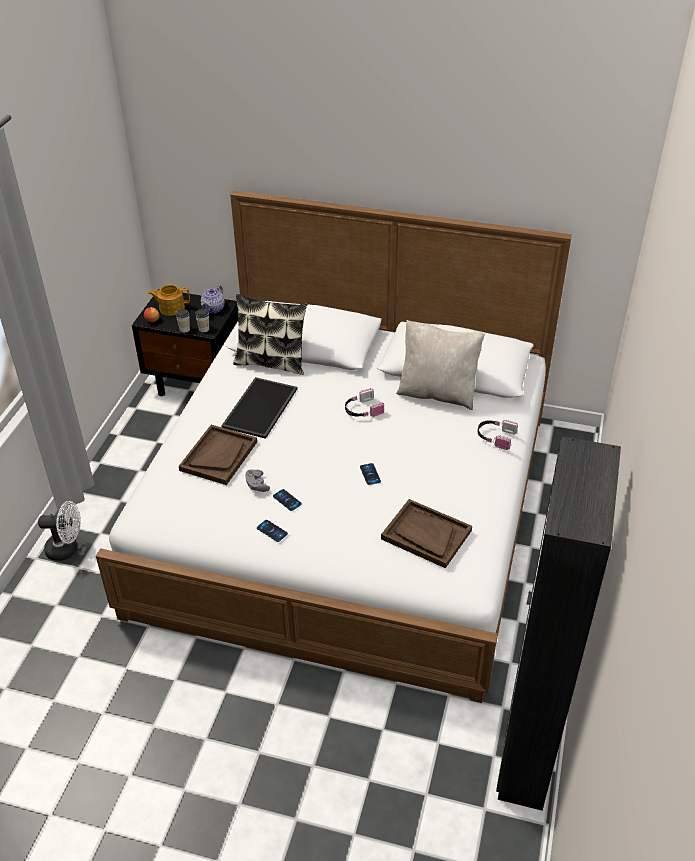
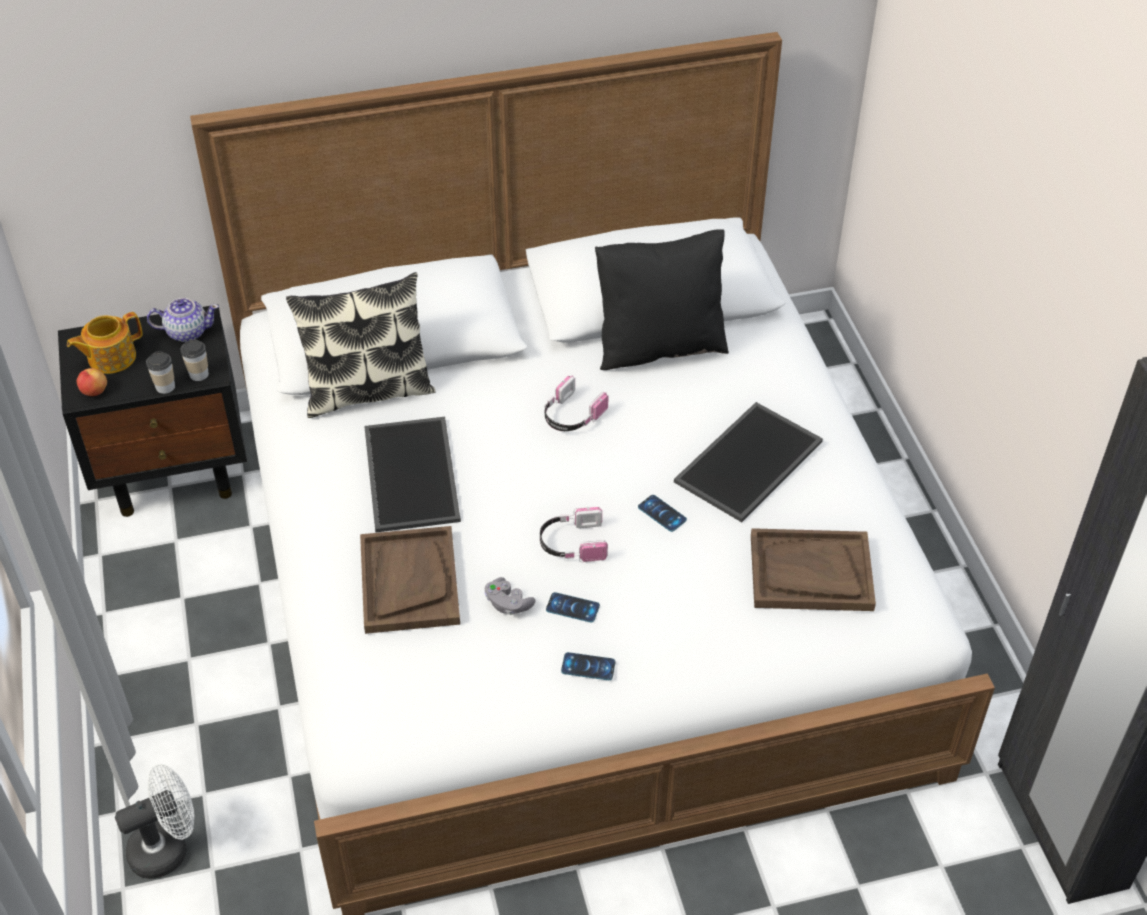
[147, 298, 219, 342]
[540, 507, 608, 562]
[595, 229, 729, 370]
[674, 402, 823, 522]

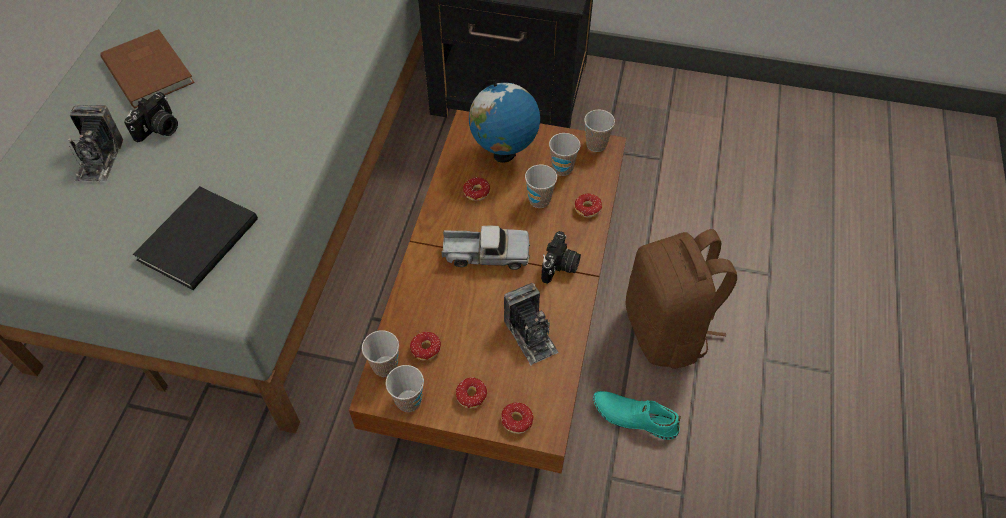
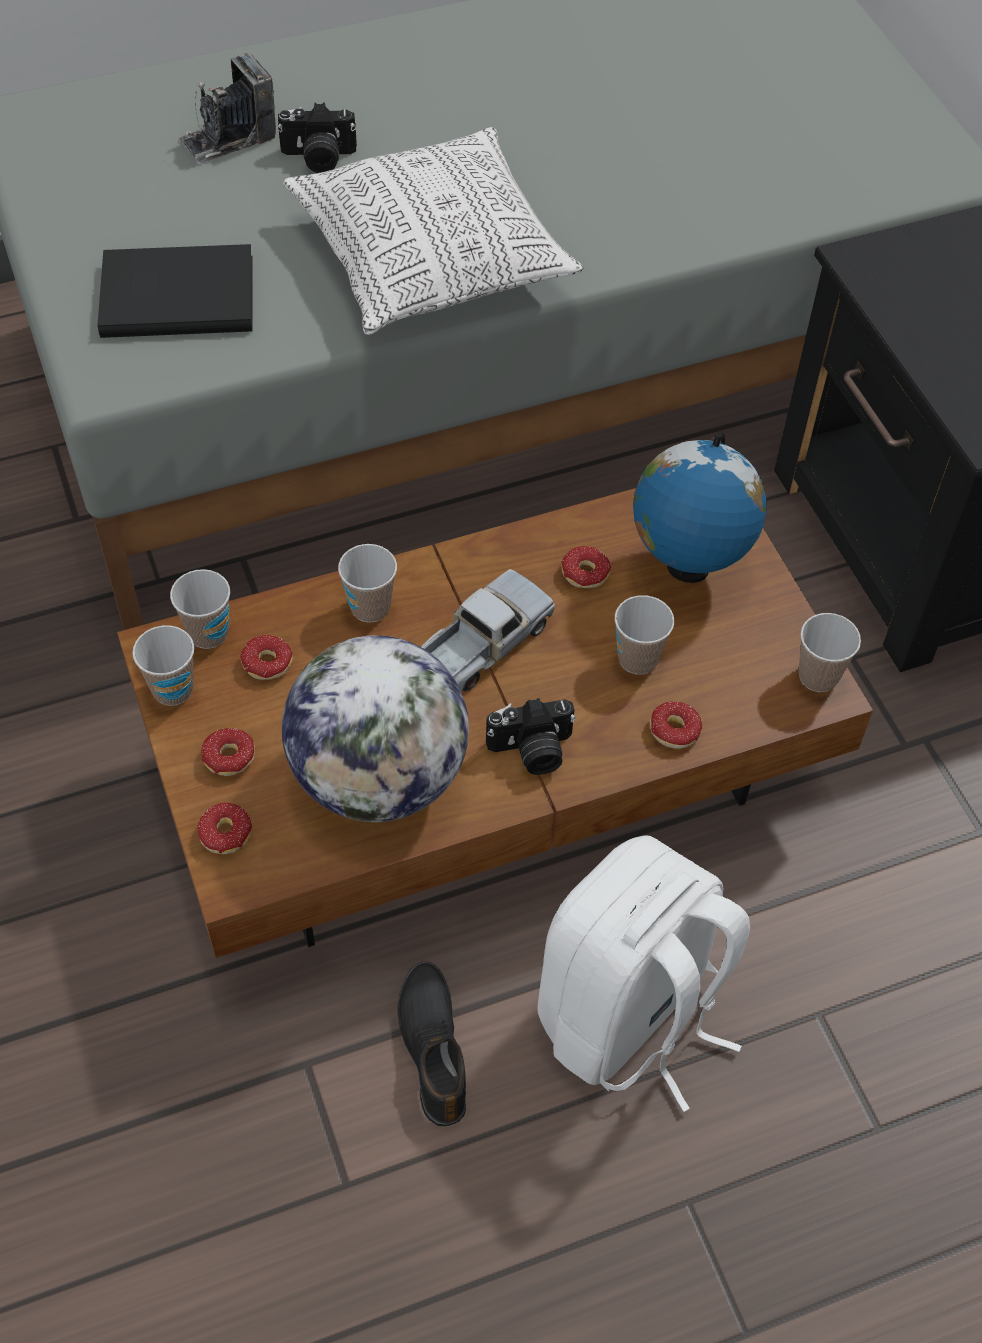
[282, 635, 469, 822]
[283, 127, 583, 335]
[338, 544, 397, 623]
[398, 962, 466, 1126]
[421, 569, 555, 692]
[537, 835, 750, 1112]
[100, 29, 195, 108] (first image)

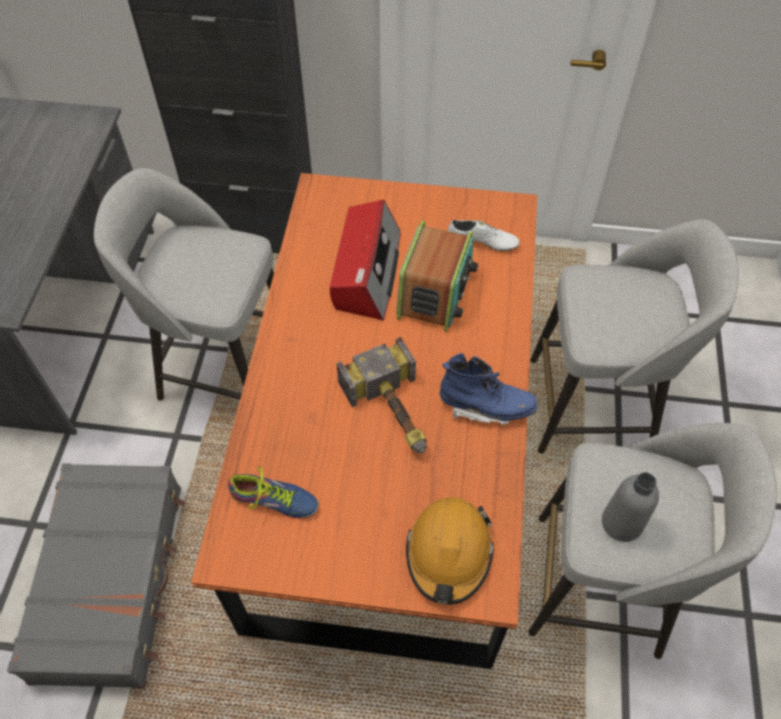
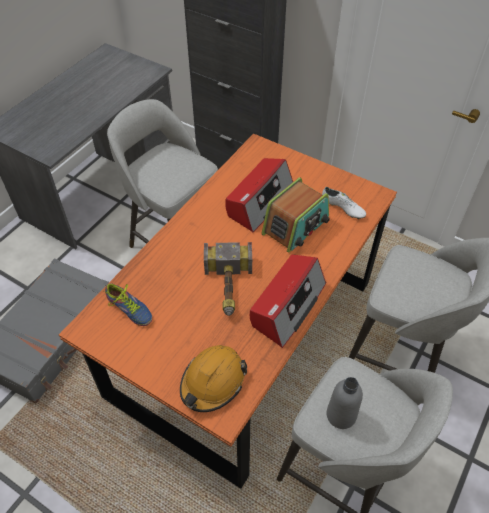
[250, 254, 326, 348]

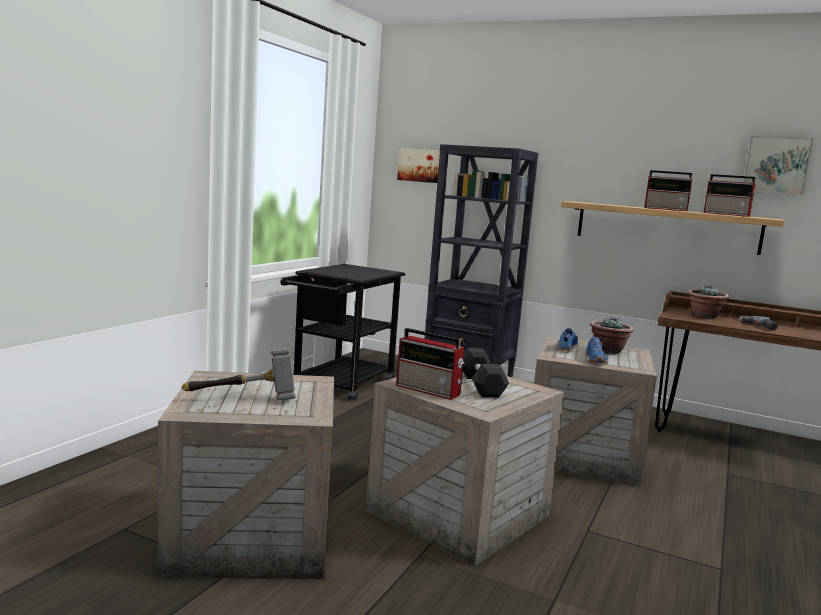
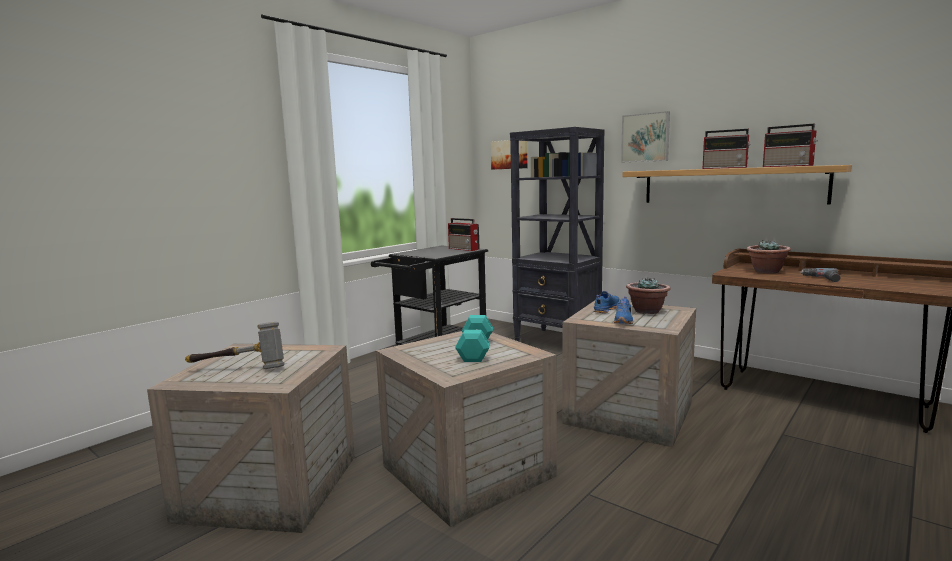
[448, 218, 480, 251]
[455, 315, 493, 362]
[621, 111, 670, 162]

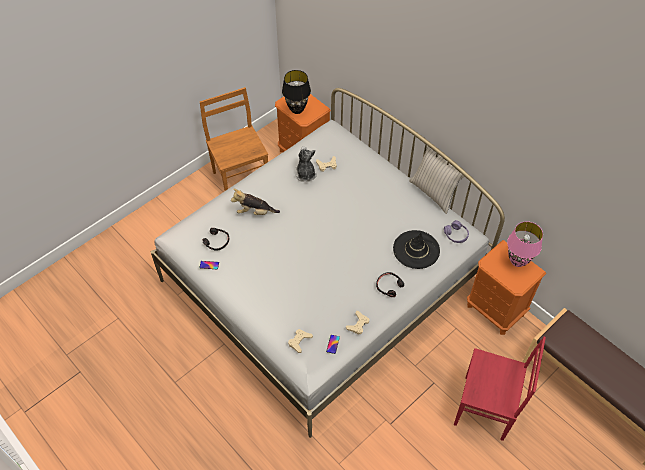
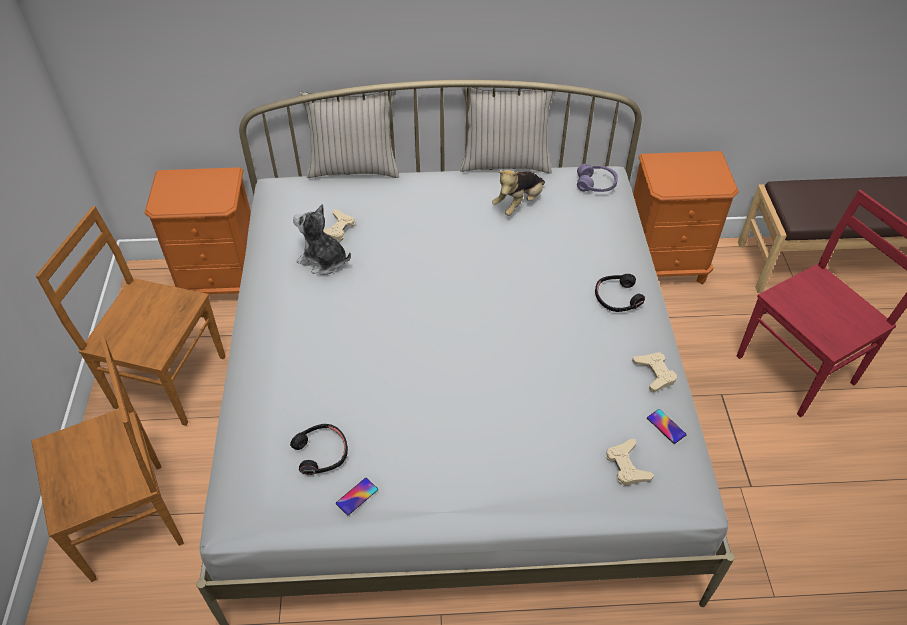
[31, 335, 184, 582]
[300, 90, 399, 178]
[492, 170, 545, 216]
[282, 70, 311, 114] (first image)
[393, 230, 440, 269] (first image)
[507, 221, 543, 267] (first image)

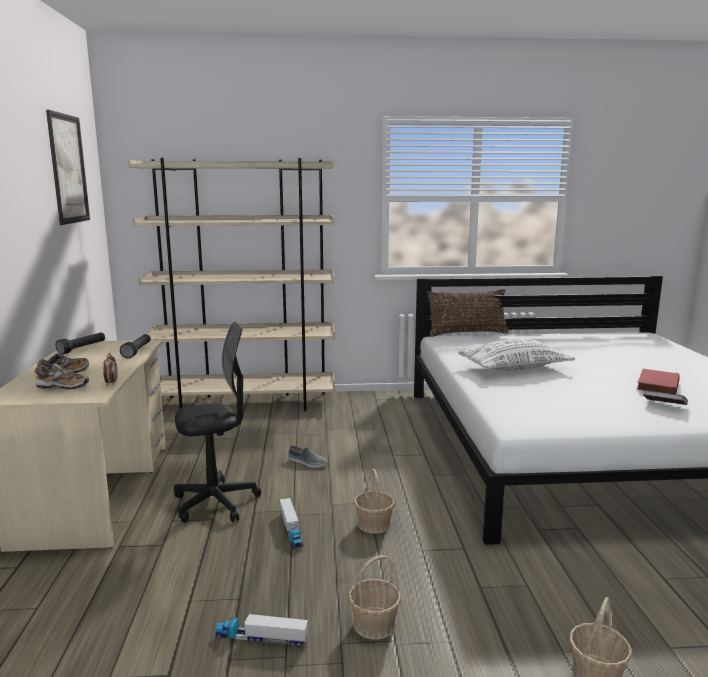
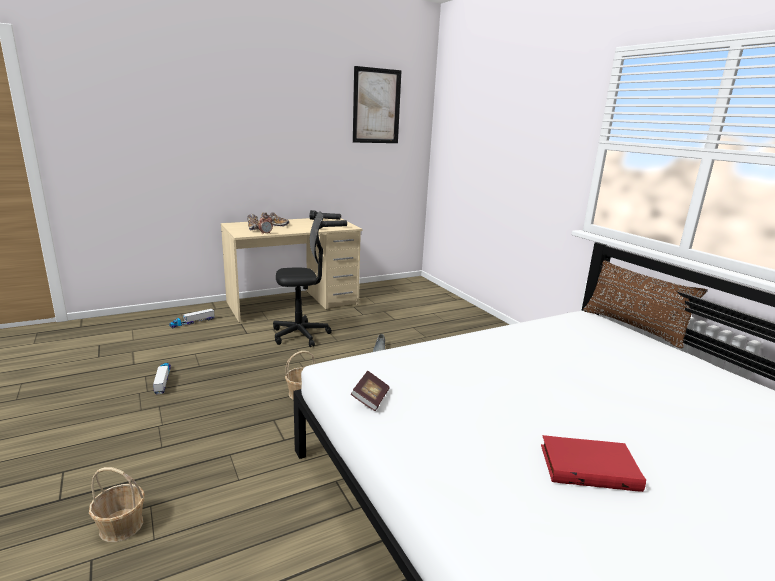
[169, 309, 215, 328]
[273, 211, 332, 347]
[351, 371, 390, 411]
[128, 158, 335, 411] (first image)
[349, 555, 401, 640] (first image)
[458, 339, 575, 371] (first image)

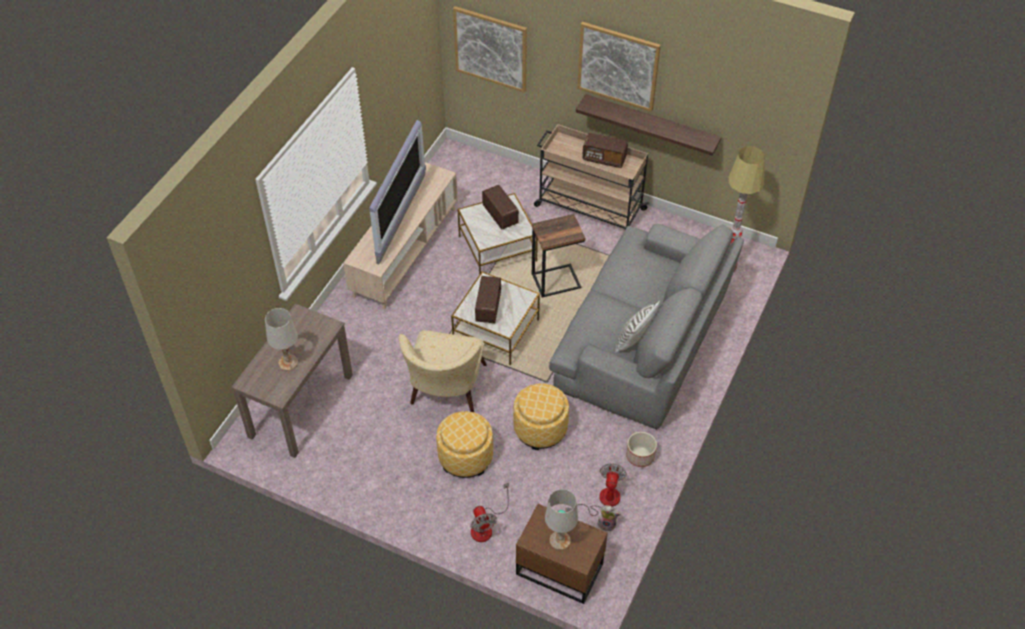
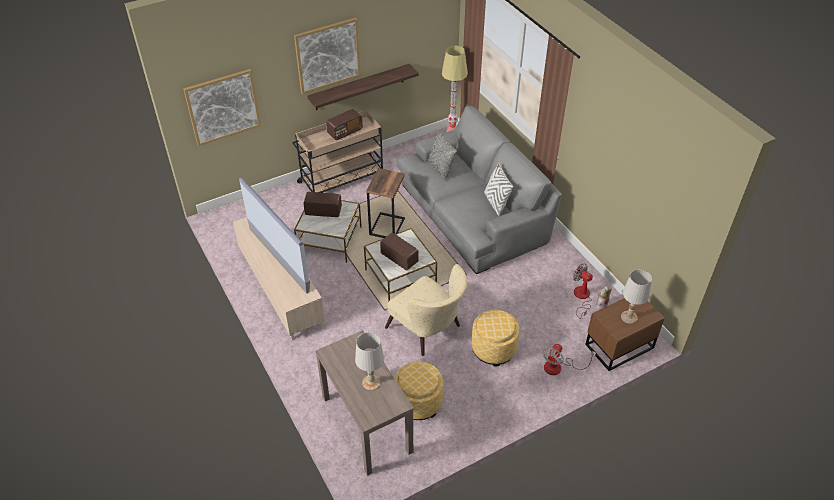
[395, 362, 443, 420]
[428, 130, 457, 181]
[543, 344, 596, 375]
[626, 432, 657, 467] (first image)

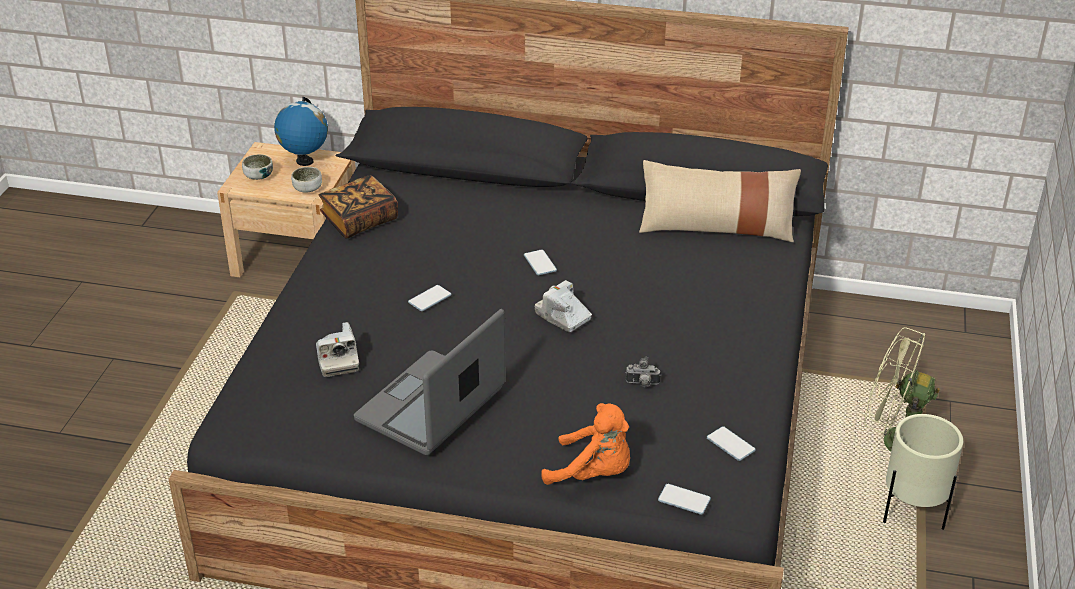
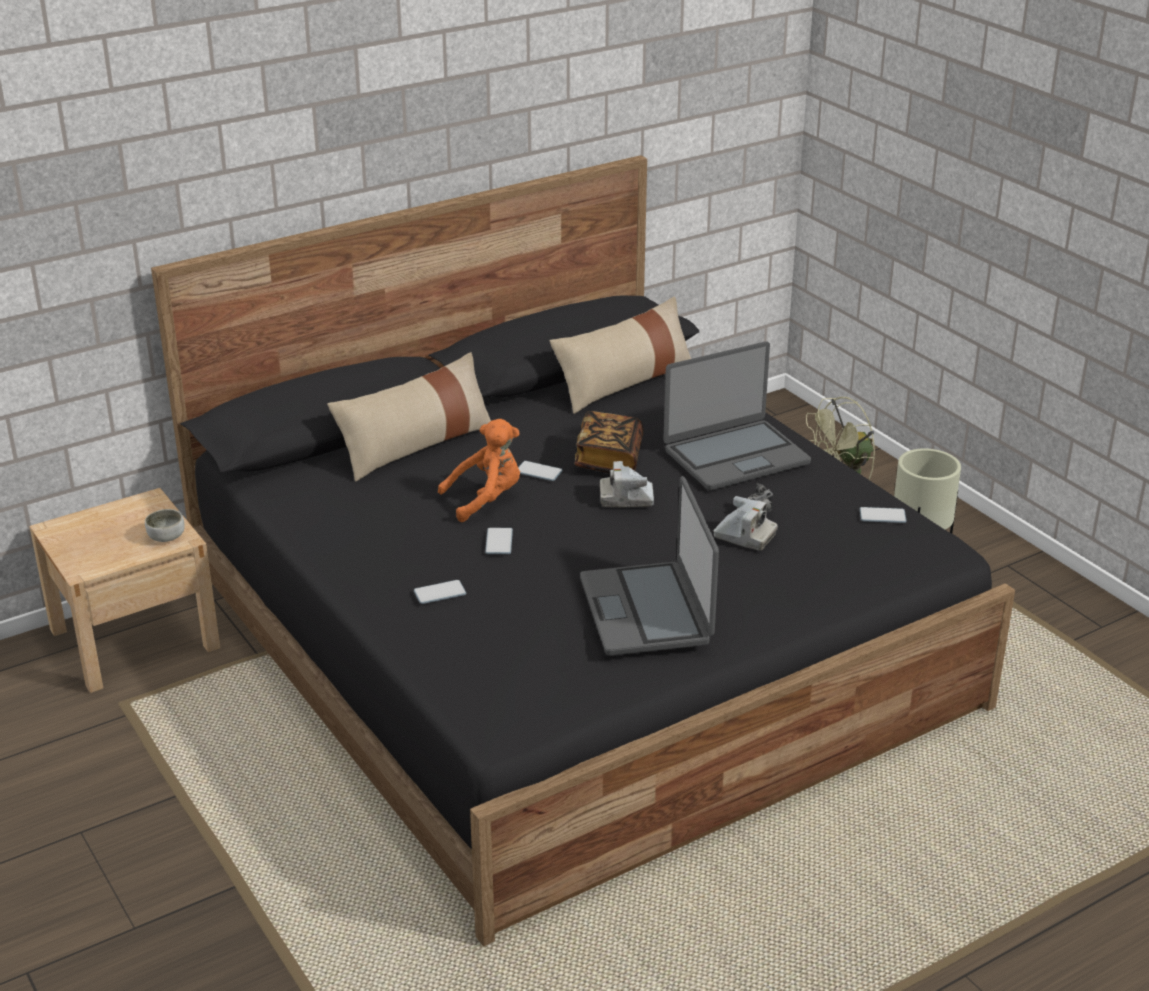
[327, 352, 491, 482]
[414, 580, 466, 604]
[438, 419, 520, 522]
[574, 411, 643, 474]
[663, 341, 811, 491]
[714, 496, 778, 551]
[242, 154, 273, 180] (first image)
[274, 97, 328, 166] (first image)

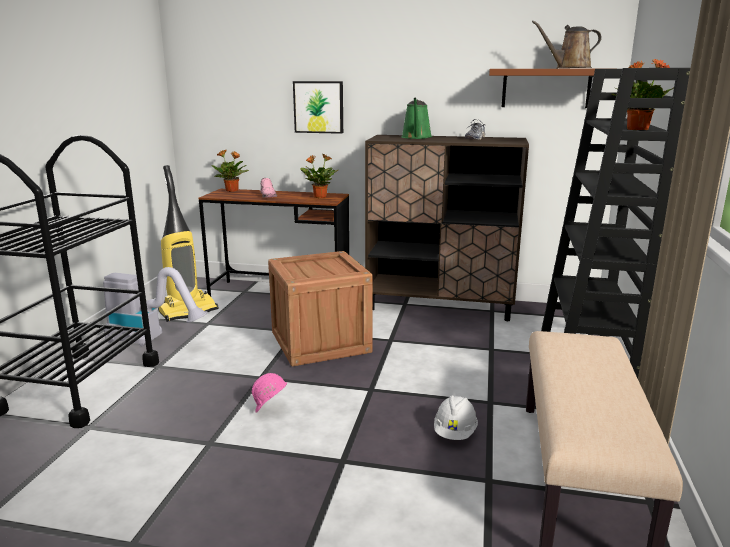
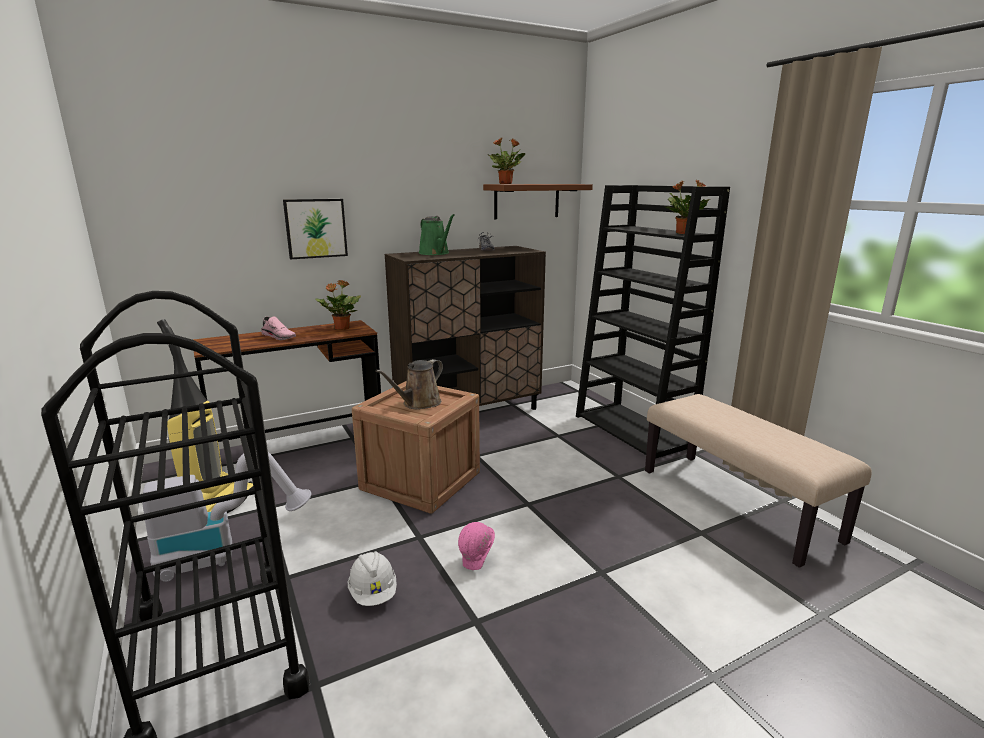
[348, 551, 397, 606]
[376, 359, 443, 410]
[487, 137, 525, 184]

